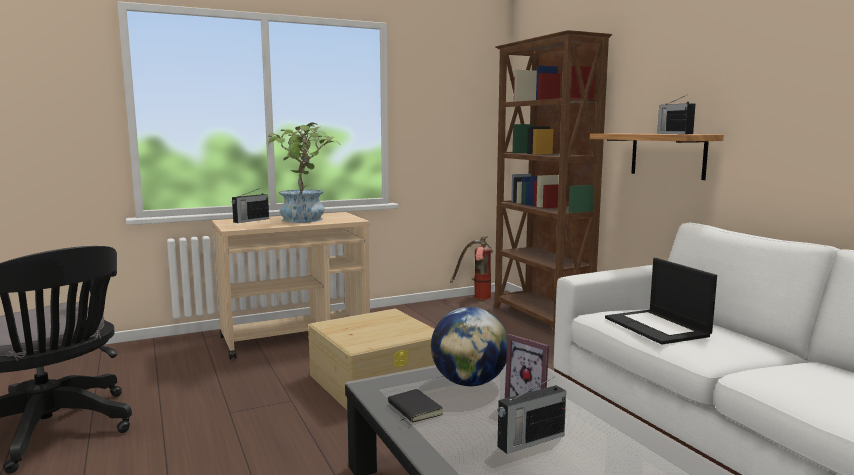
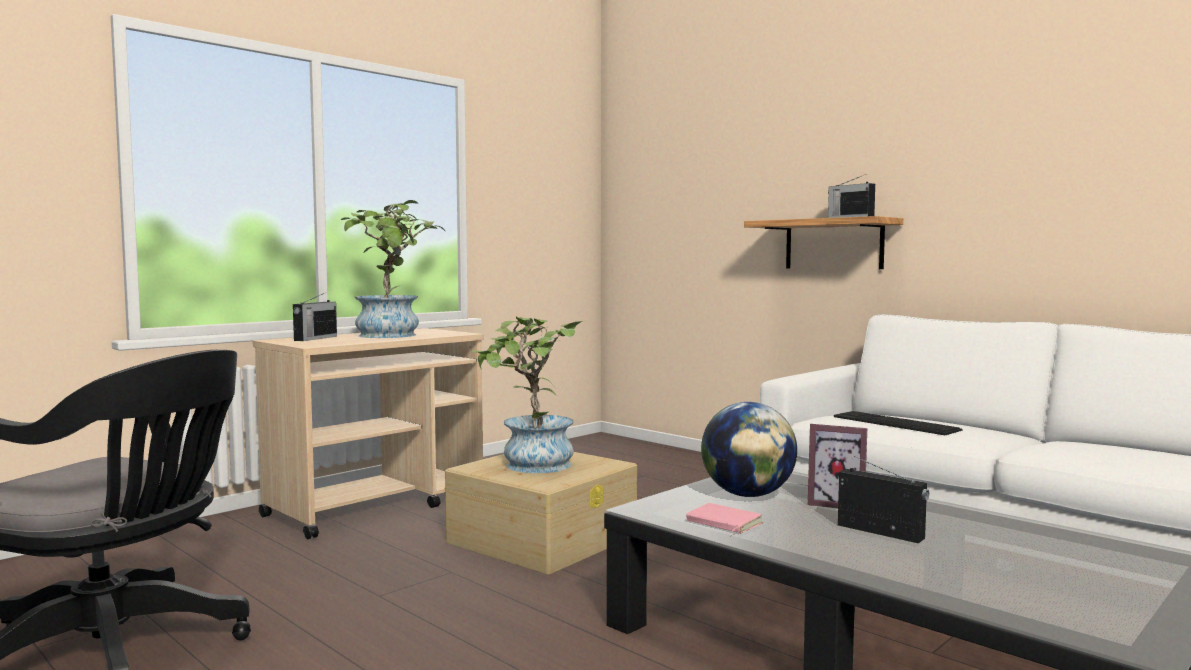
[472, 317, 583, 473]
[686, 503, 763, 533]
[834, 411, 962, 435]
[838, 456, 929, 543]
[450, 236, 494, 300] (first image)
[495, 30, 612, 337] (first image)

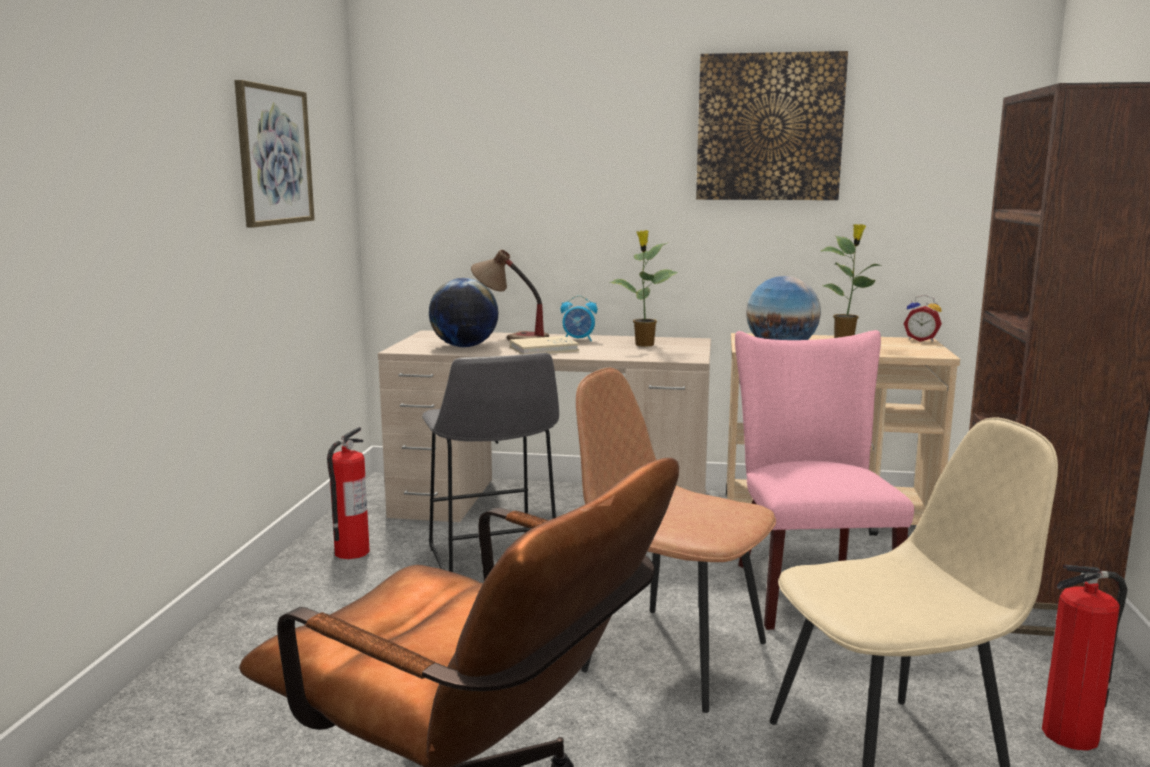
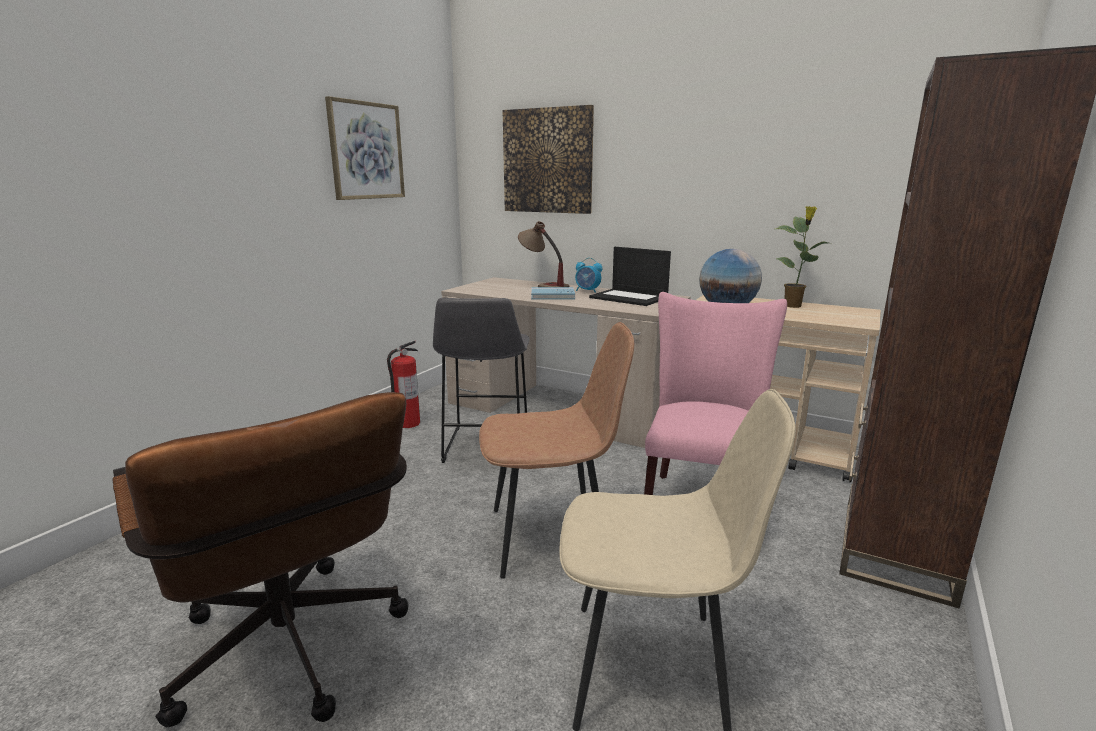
[479, 322, 634, 579]
[503, 105, 594, 214]
[531, 287, 575, 300]
[589, 247, 671, 306]
[429, 278, 499, 347] (first image)
[903, 295, 942, 342] (first image)
[1042, 565, 1128, 751] (first image)

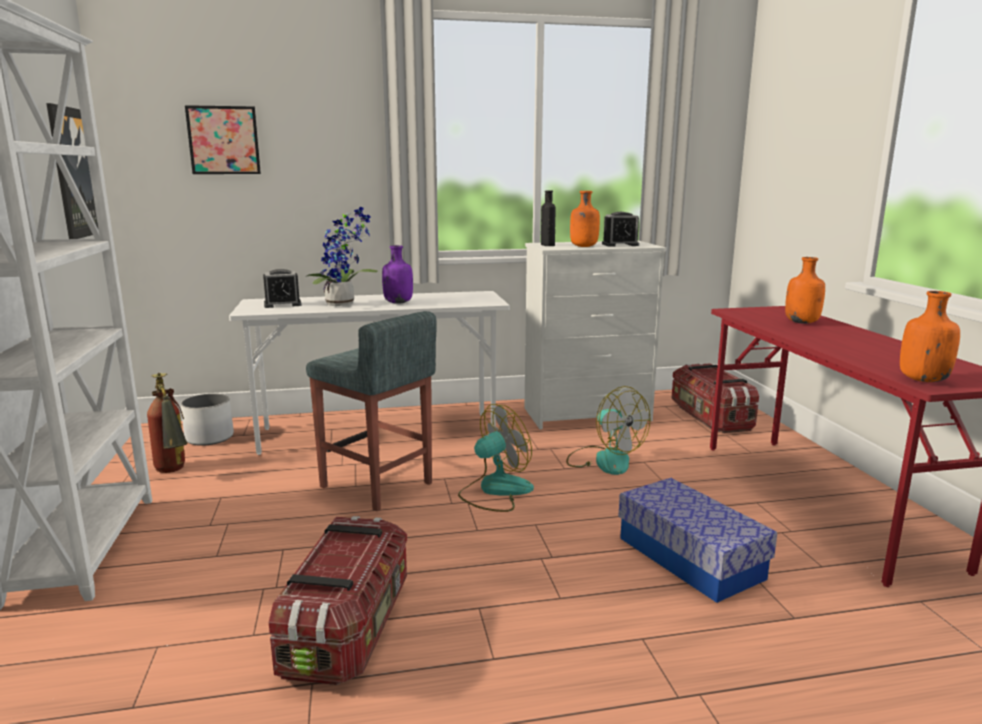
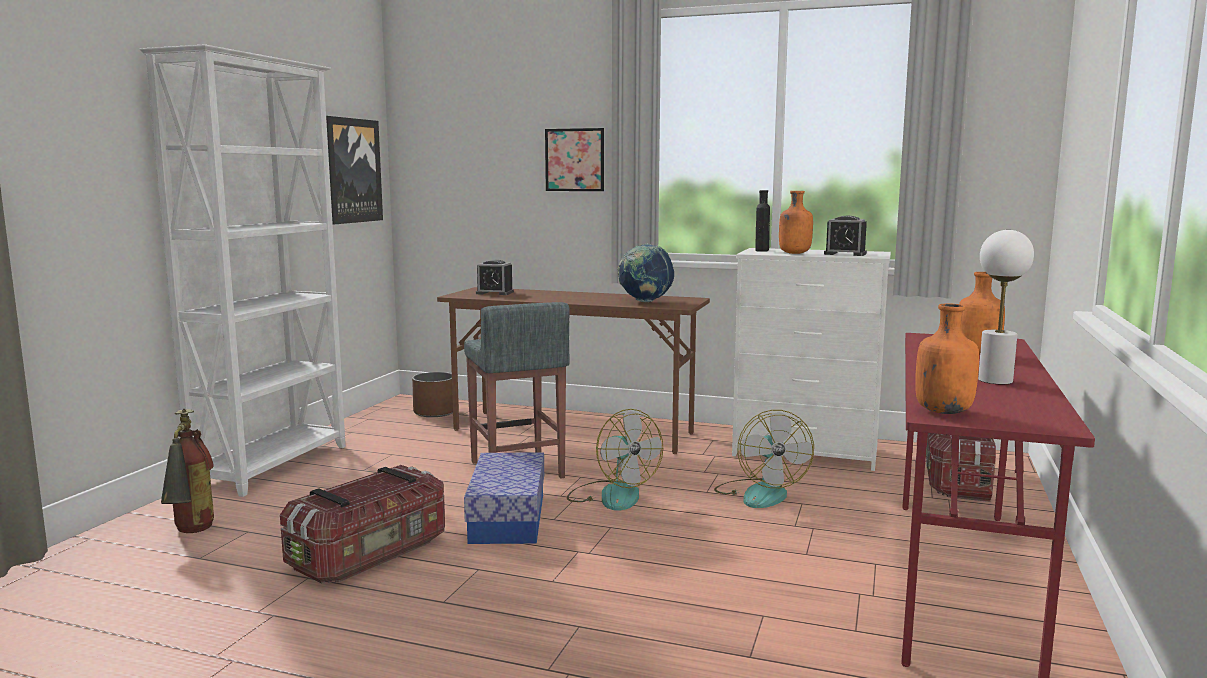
[161, 409, 214, 533]
[412, 372, 453, 417]
[437, 287, 710, 454]
[464, 452, 544, 544]
[545, 128, 604, 191]
[567, 409, 663, 511]
[618, 244, 674, 302]
[978, 230, 1034, 384]
[307, 207, 378, 306] (first image)
[382, 245, 413, 304] (first image)

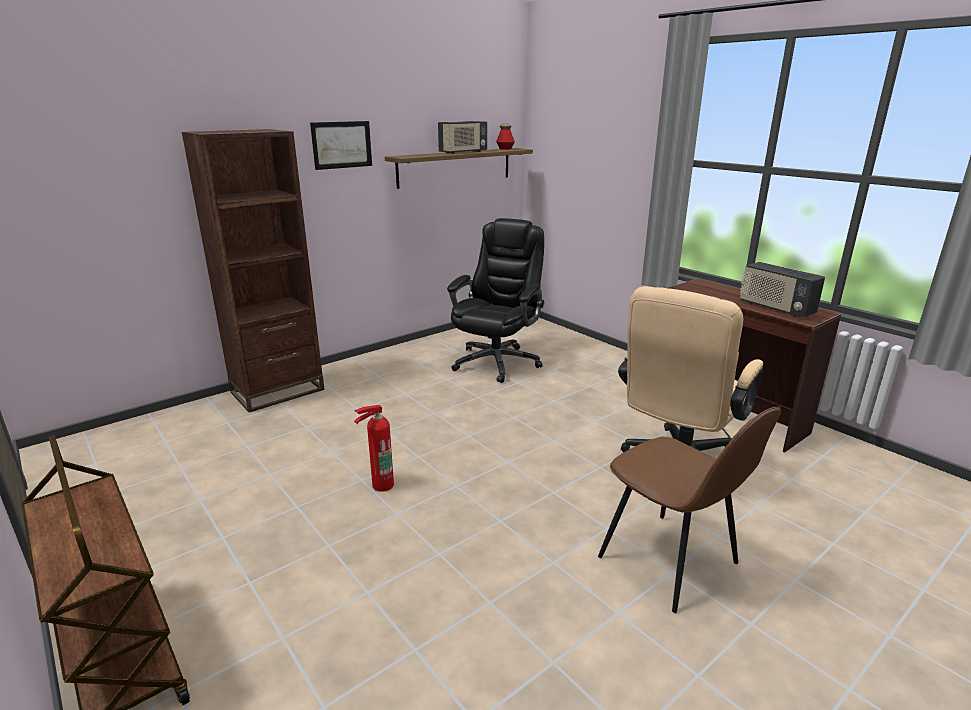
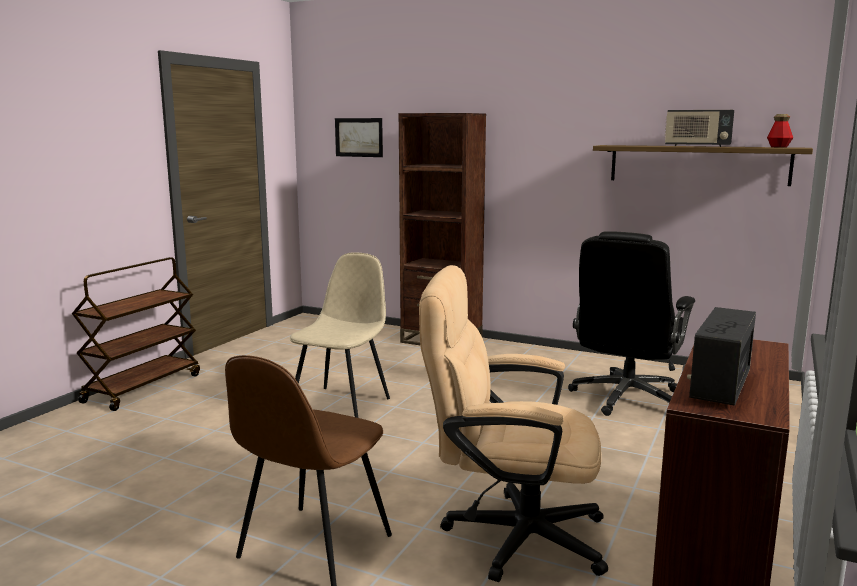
[290, 252, 390, 418]
[335, 118, 383, 157]
[568, 231, 695, 416]

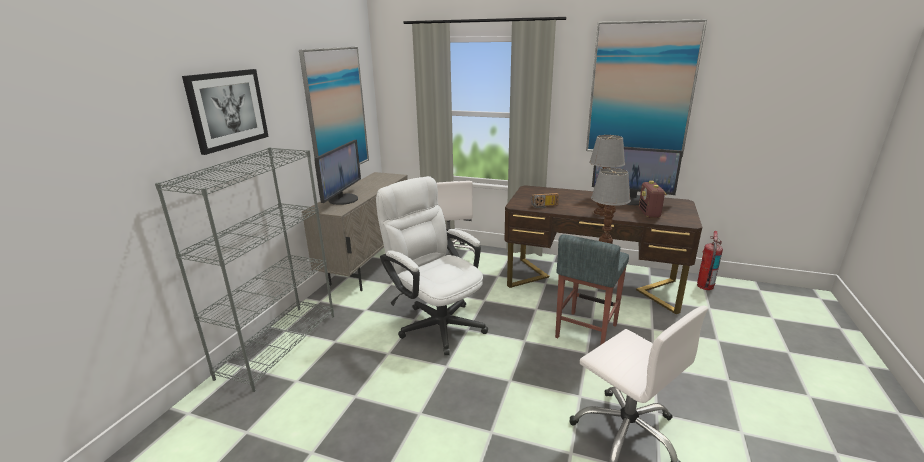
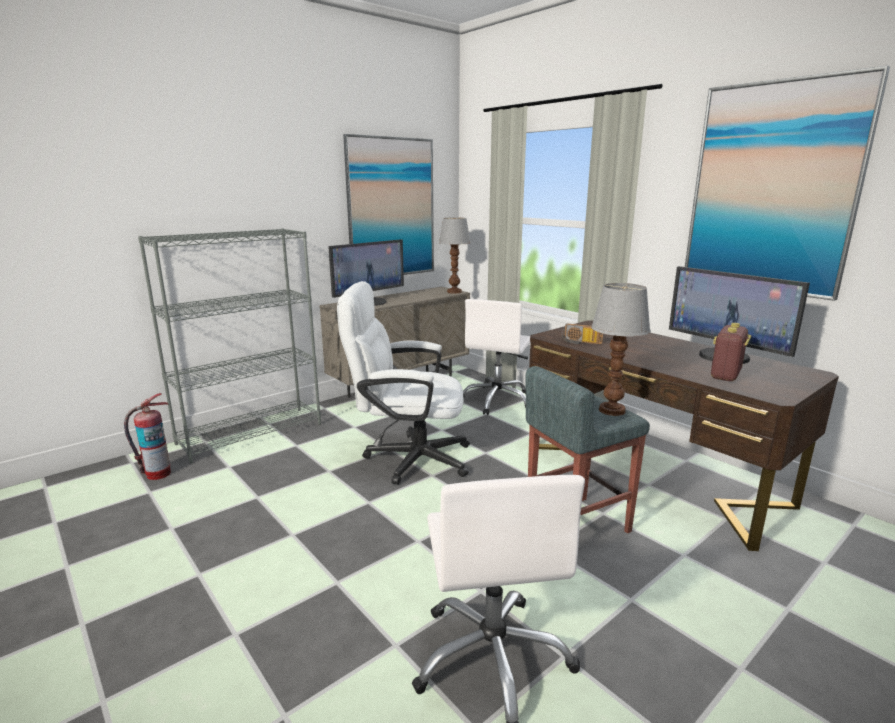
[124, 393, 171, 480]
[337, 281, 470, 485]
[439, 217, 471, 294]
[182, 69, 269, 155] (first image)

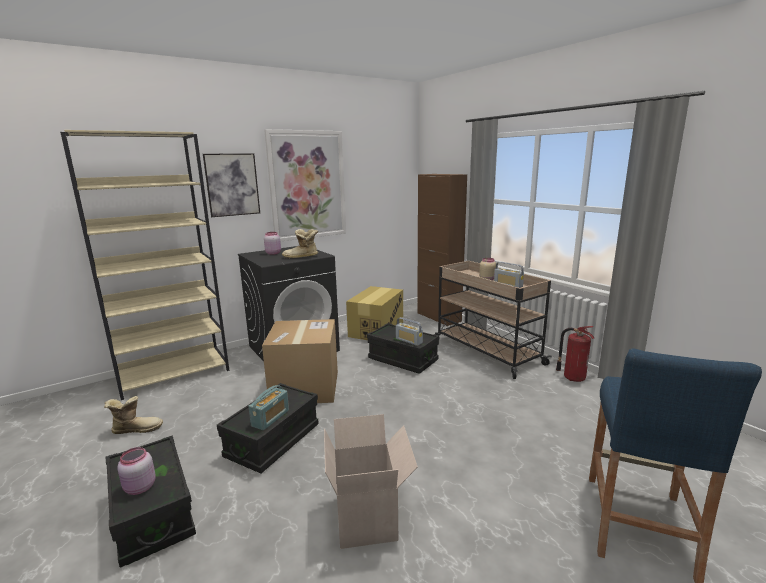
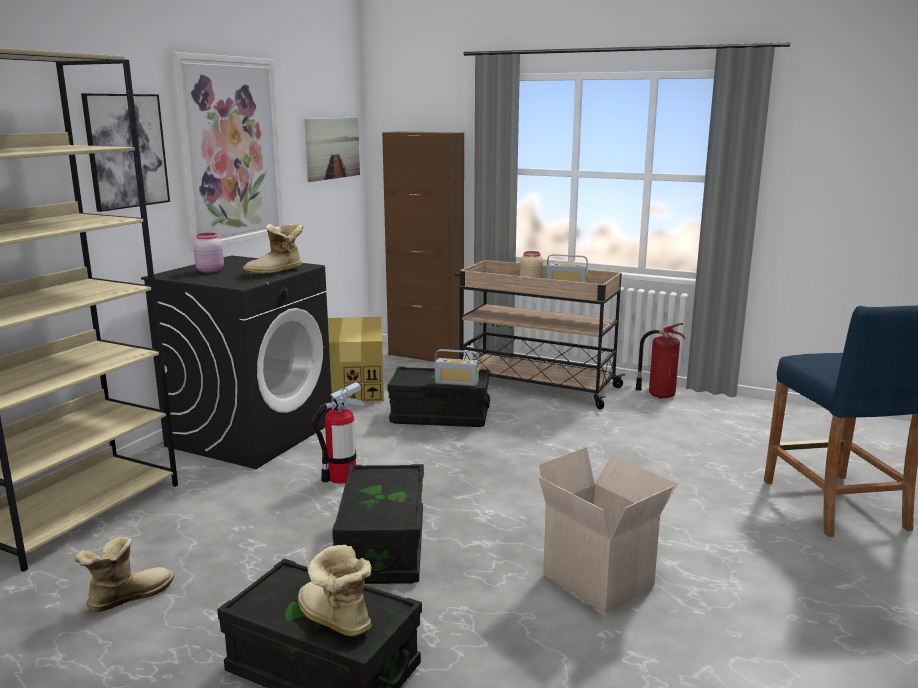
[298, 545, 372, 637]
[304, 117, 360, 182]
[312, 382, 365, 484]
[248, 385, 289, 430] (first image)

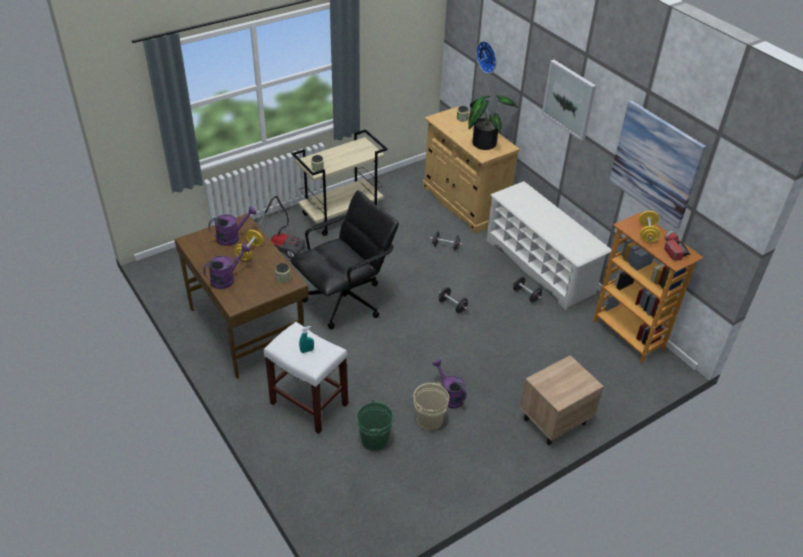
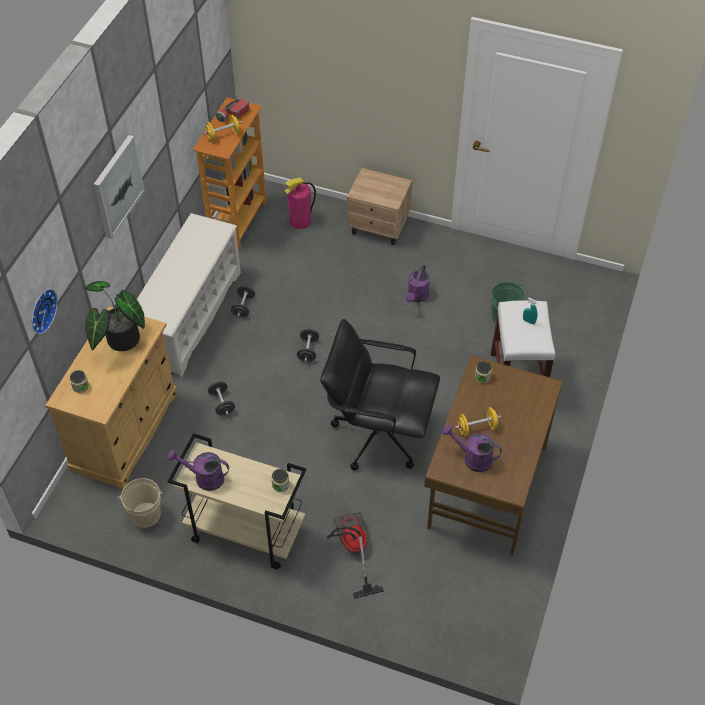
[118, 478, 163, 528]
[167, 449, 229, 491]
[285, 177, 316, 229]
[609, 100, 706, 229] (first image)

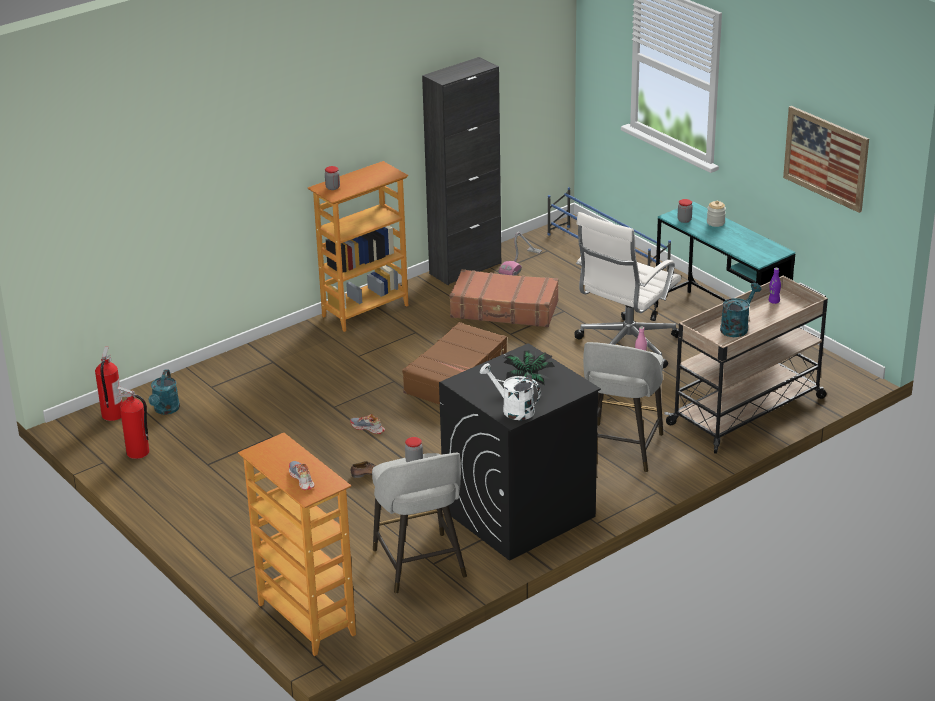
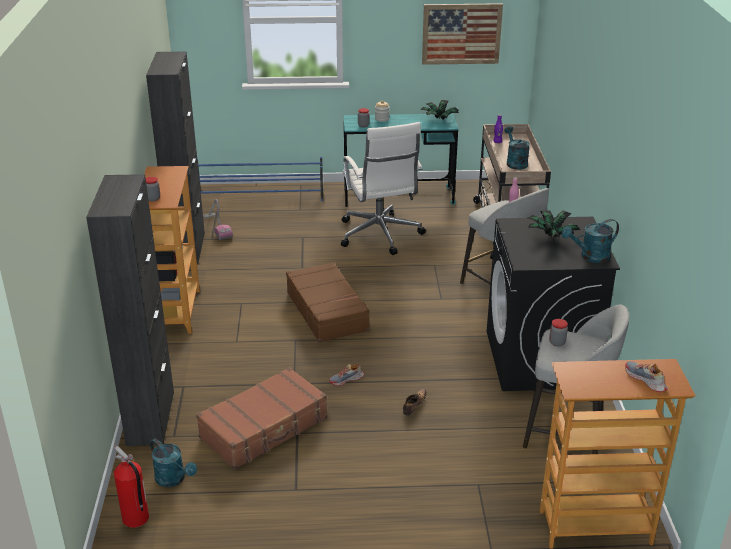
[86, 174, 174, 446]
[196, 367, 327, 469]
[420, 100, 459, 120]
[562, 219, 619, 263]
[625, 361, 668, 392]
[117, 387, 149, 459] (first image)

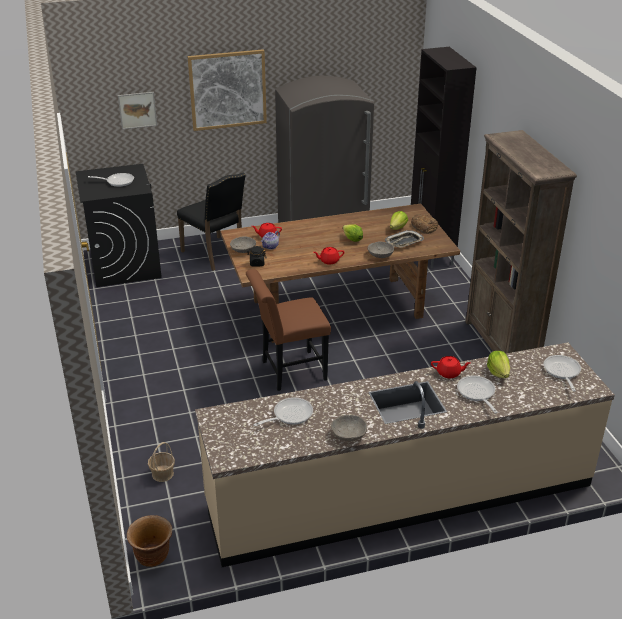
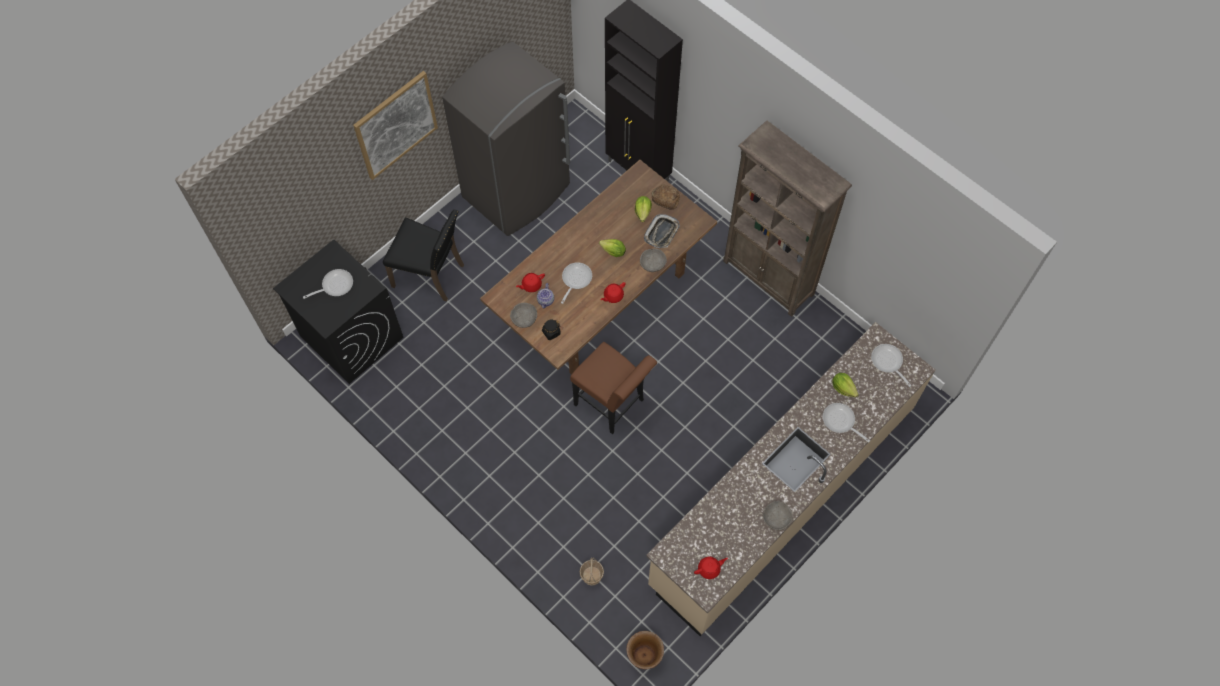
[561, 262, 592, 304]
[570, 342, 657, 434]
[694, 557, 728, 579]
[118, 92, 157, 130] (first image)

